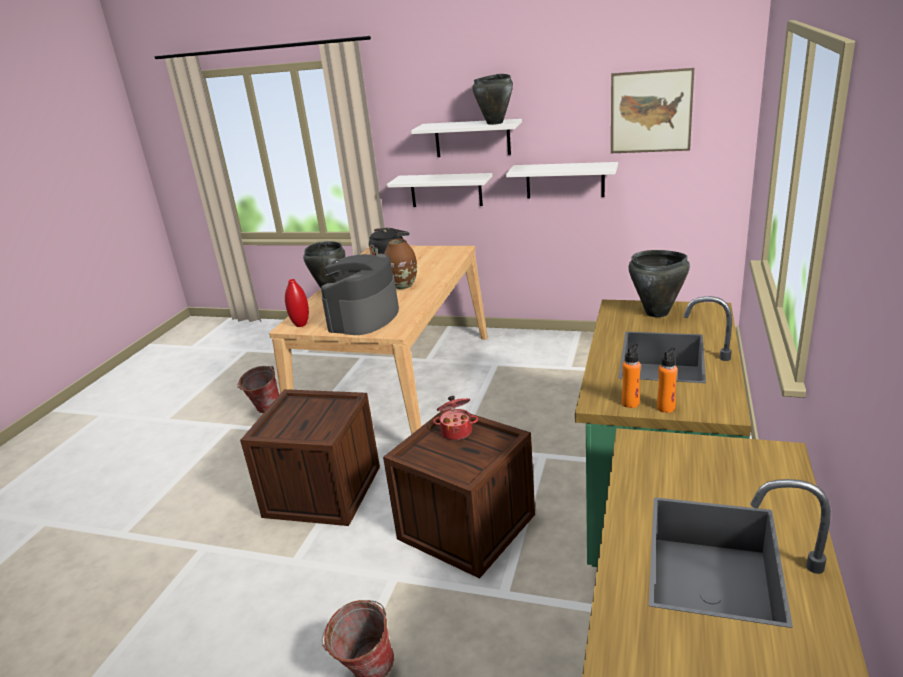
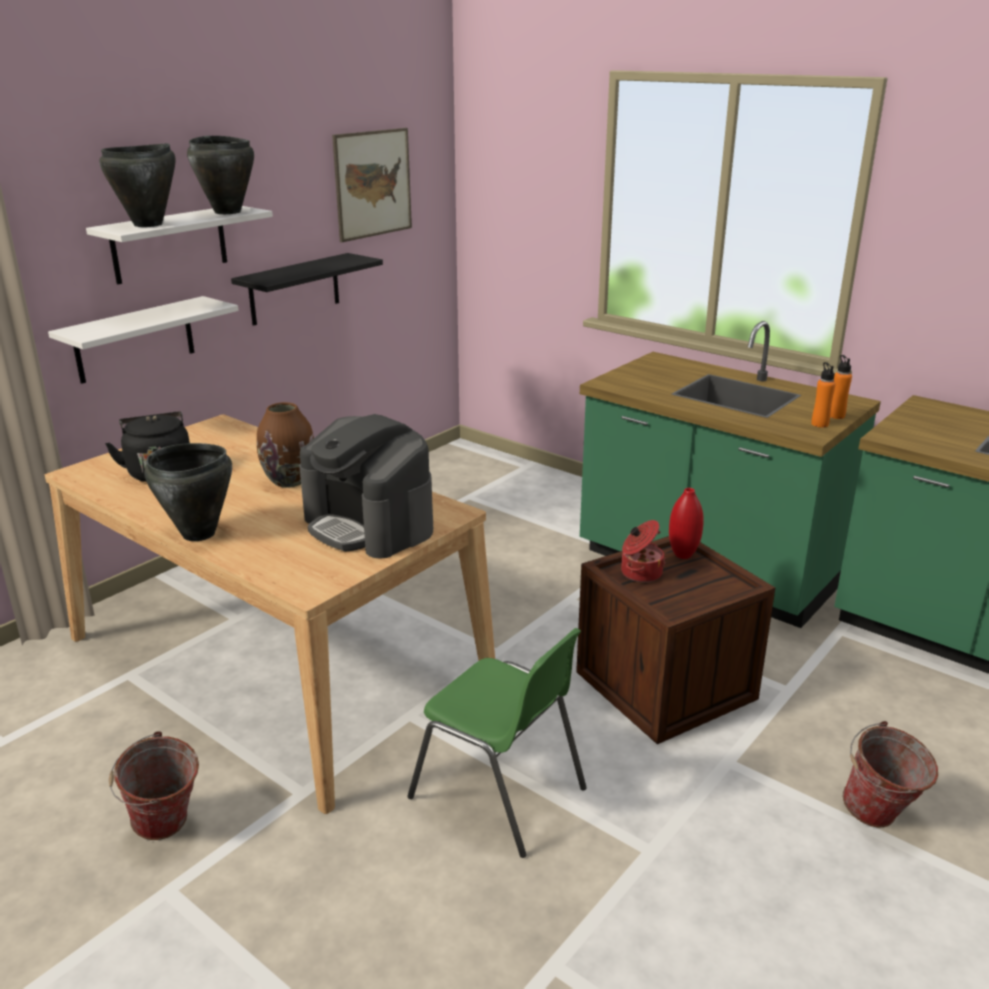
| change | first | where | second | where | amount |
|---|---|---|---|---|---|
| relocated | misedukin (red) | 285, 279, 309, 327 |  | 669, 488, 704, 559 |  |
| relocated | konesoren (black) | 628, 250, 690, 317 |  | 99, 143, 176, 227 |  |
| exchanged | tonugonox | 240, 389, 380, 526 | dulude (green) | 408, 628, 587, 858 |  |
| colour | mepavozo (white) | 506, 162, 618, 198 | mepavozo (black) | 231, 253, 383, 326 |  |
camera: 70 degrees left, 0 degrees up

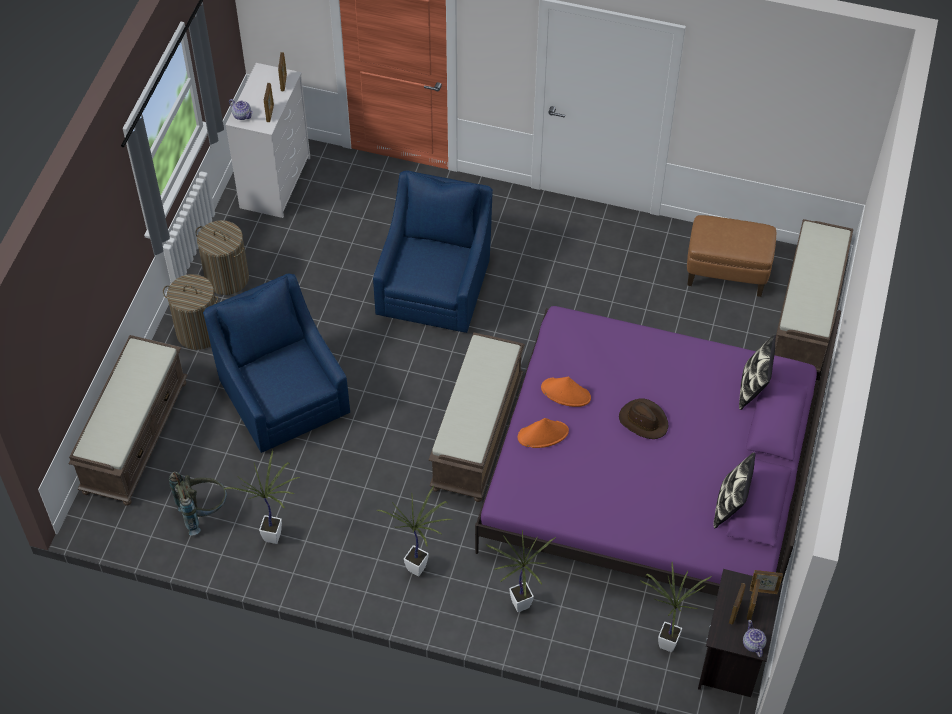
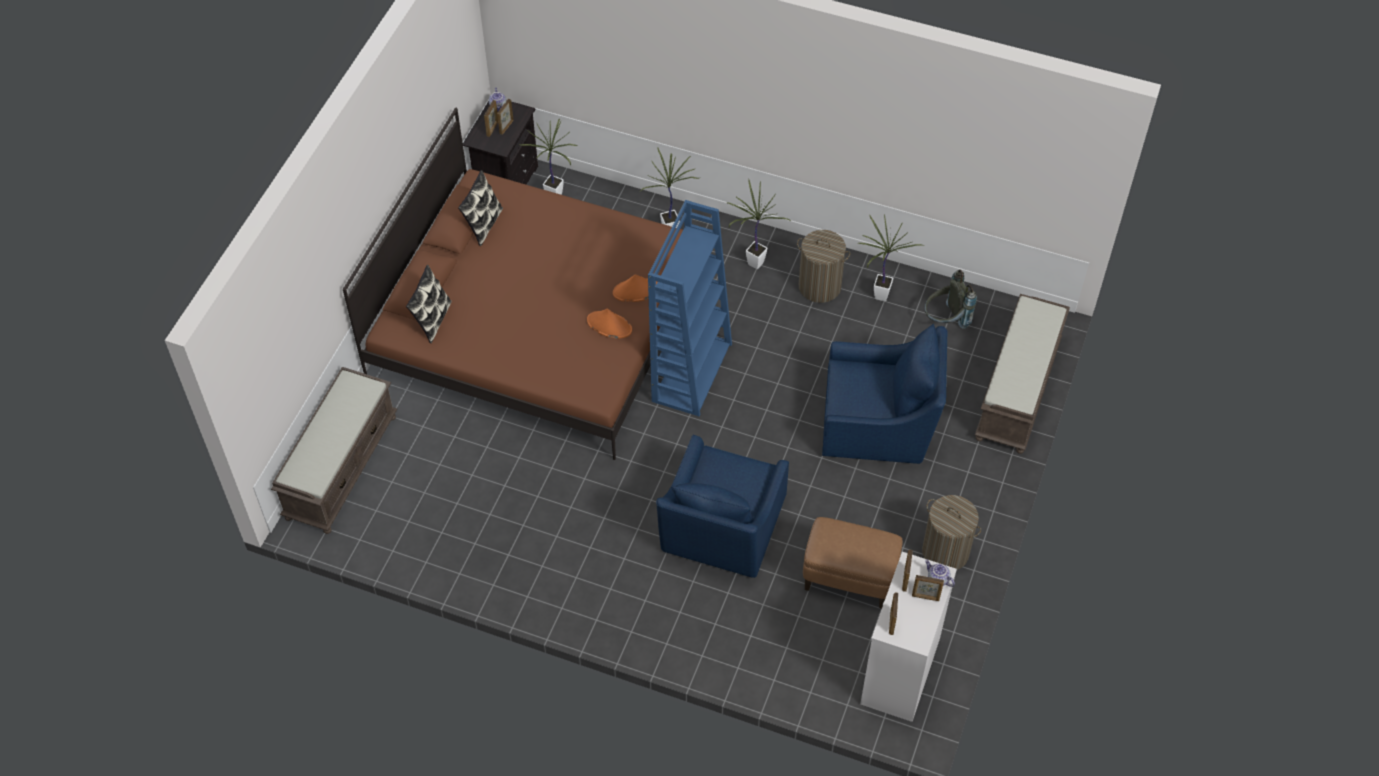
| change | first | where | second | where | amount |
|---|---|---|---|---|---|
| missing | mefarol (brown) | 619, 398, 668, 439 |  |  |  |
| relocated | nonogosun | 163, 274, 218, 350 |  | 797, 230, 850, 303 |  |
| relocated | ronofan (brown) | 687, 215, 776, 297 |  | 803, 517, 902, 609 |  |
| relocated | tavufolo | 750, 570, 783, 594 |  | 912, 575, 944, 601 |  |
| exchanged | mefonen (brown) | 429, 332, 525, 502 | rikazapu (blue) | 648, 200, 732, 416 |  |
| colour | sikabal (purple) | 475, 306, 841, 596 | sikabal (brown) | 343, 108, 683, 460 |  |
| spun | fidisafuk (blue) | 203, 274, 350, 453 |  | 822, 324, 947, 464 | 60 degrees counterclockwise |
camera: 175 degrees left, 0 degrees up

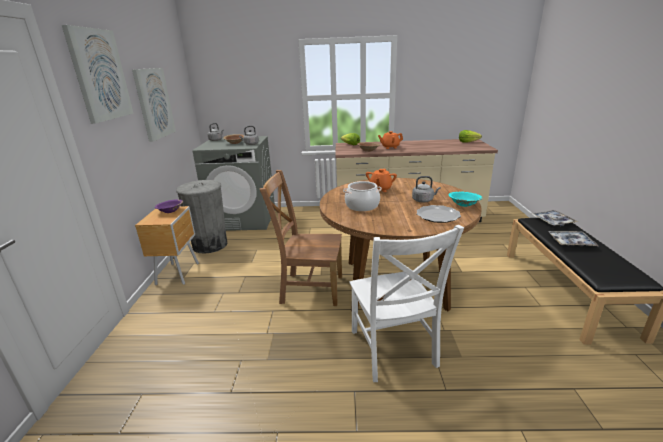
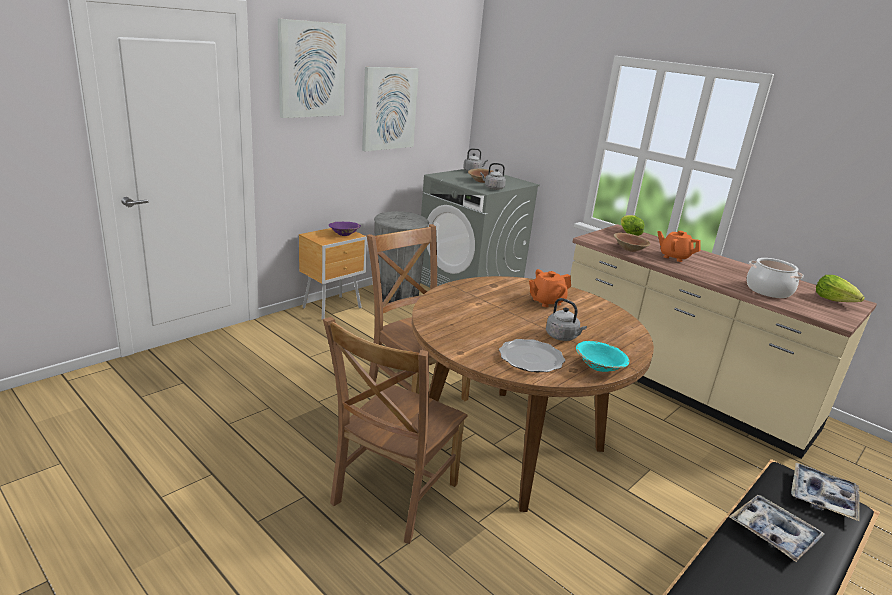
| change | first | where | second | where | amount |
|---|---|---|---|---|---|
| relocated | konesoren | 343, 181, 382, 211 |  | 747, 258, 804, 298 |  |
| colour | dulude (white) | 350, 225, 464, 382 | dulude (brown) | 323, 317, 468, 544 |  |
camera: 40 degrees right, 0 degrees up

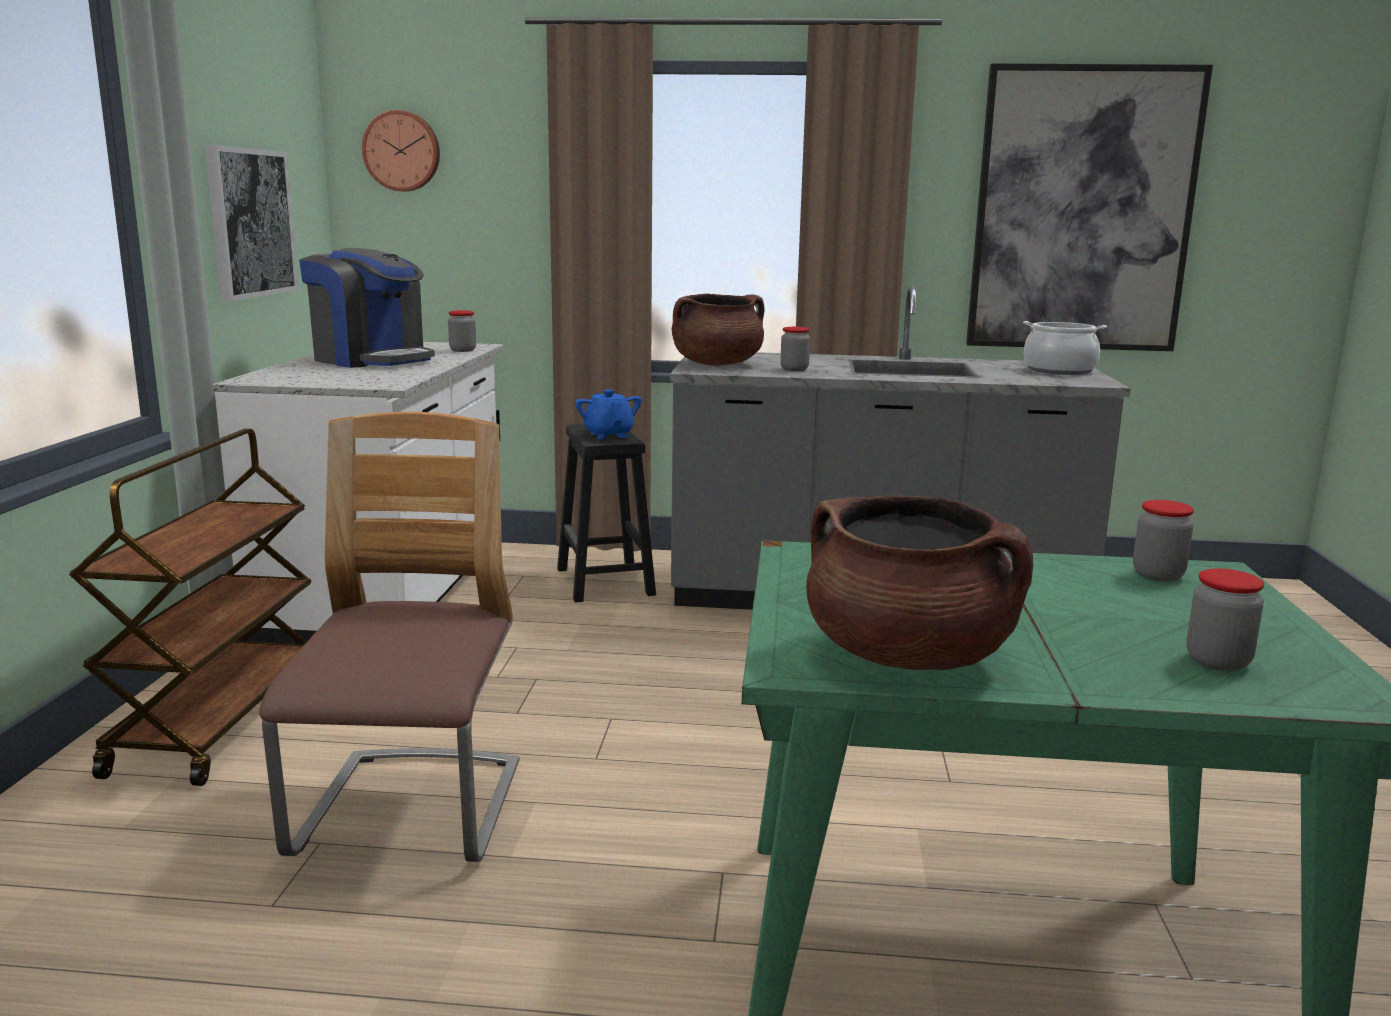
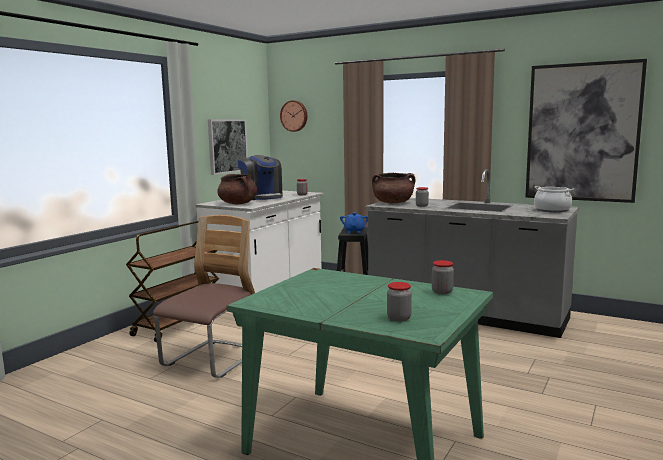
| change | first | where | second | where | amount |
|---|---|---|---|---|---|
| relocated | konesoren (brown) | 806, 496, 1033, 670 |  | 217, 174, 257, 204 |  |
camera: 25 degrees right, 5 degrees down

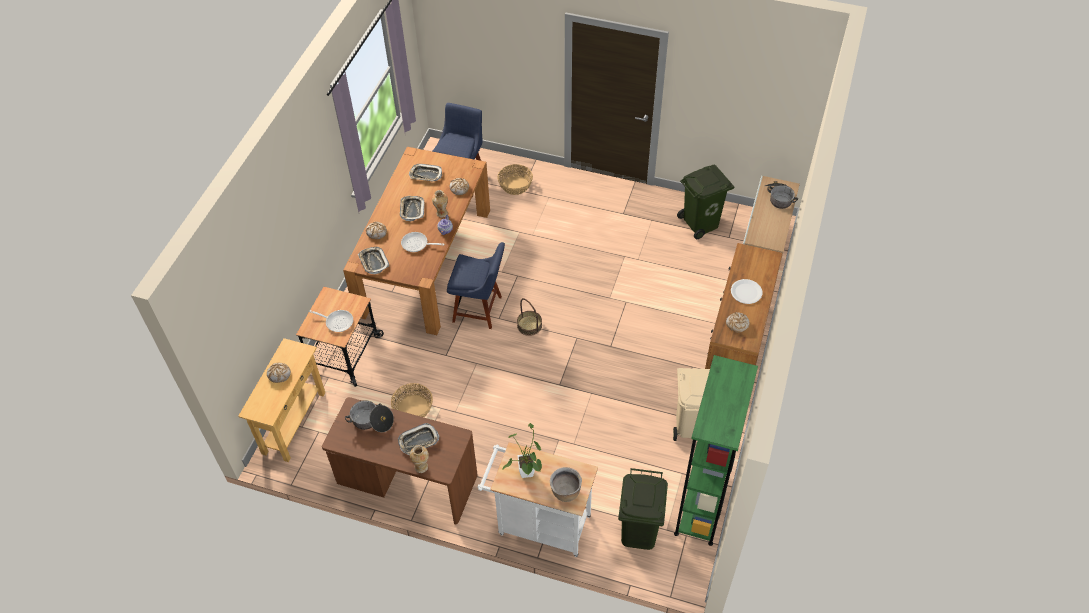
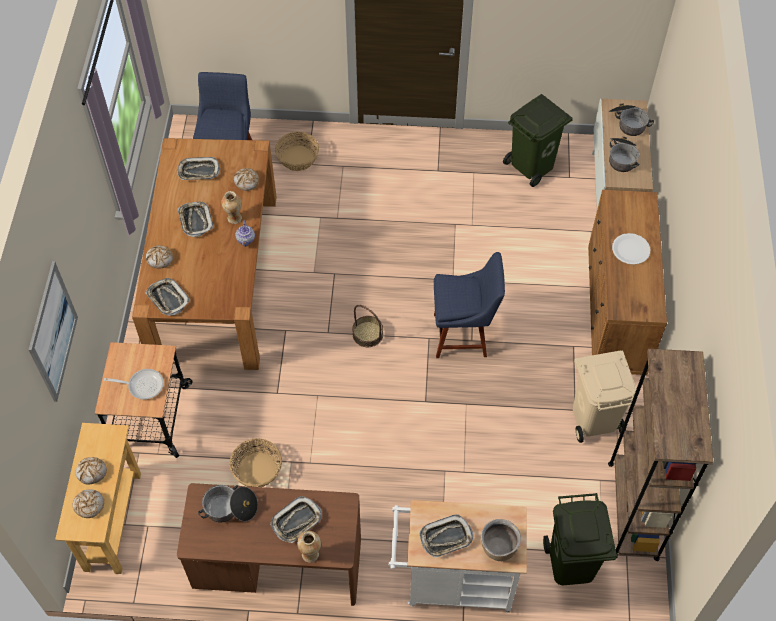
| change | first | where | second | where | amount |
|---|---|---|---|---|---|
| missing | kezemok | 401, 232, 444, 252 |  |  |  |
| appeared |  |  | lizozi | 29, 261, 78, 402 |  |
| appeared |  |  | konesoren | 609, 137, 640, 172 |  |
| relocated | dulude (blue) | 447, 242, 505, 329 |  | 434, 252, 505, 358 |  |
| relocated | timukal | 726, 312, 750, 332 |  | 73, 489, 104, 518 |  |
| exchanged | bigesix | 502, 423, 542, 478 | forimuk | 420, 514, 474, 558 |  |
| colour | rikazapu (green) | 674, 355, 758, 546 | rikazapu (brown) | 608, 349, 713, 561 |  |
camera: 15 degrees left, 5 degrees up

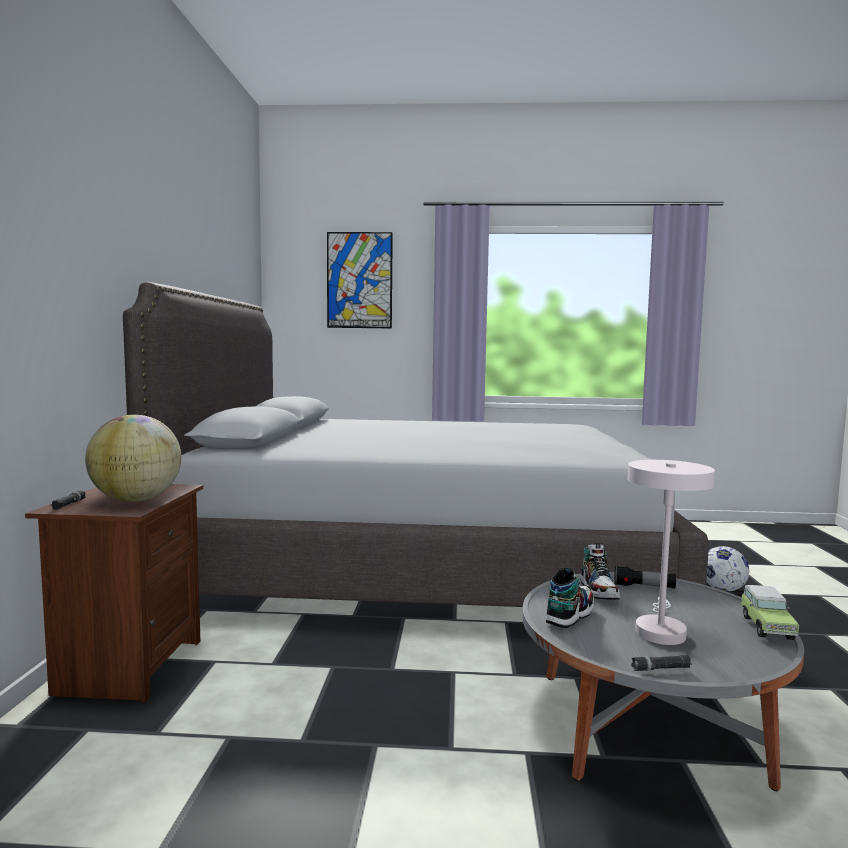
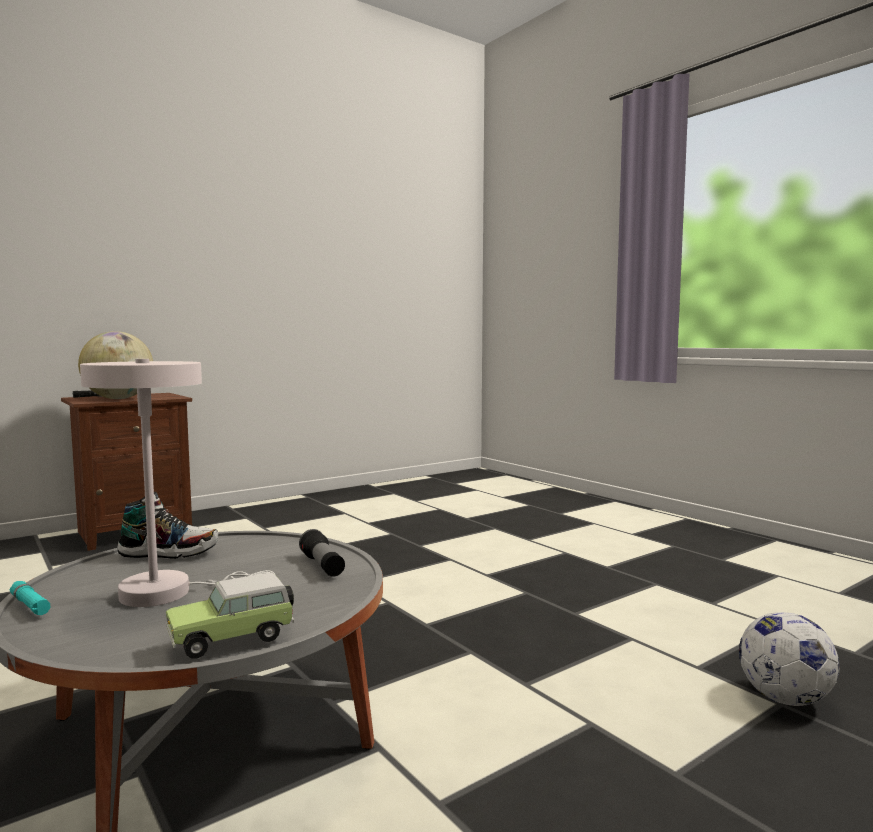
| change | first | where | second | where | amount |
|---|---|---|---|---|---|
| missing | sikabal (grey) | 123, 282, 708, 607 |  |  |  |
| missing | lizozi | 327, 232, 393, 328 |  |  |  |
| missing | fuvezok | 580, 543, 620, 600 |  |  |  |
| colour | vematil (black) | 631, 655, 692, 671 | vematil (turquoise) | 10, 581, 51, 615 |  |
camera: 50 degrees right, 0 degrees up

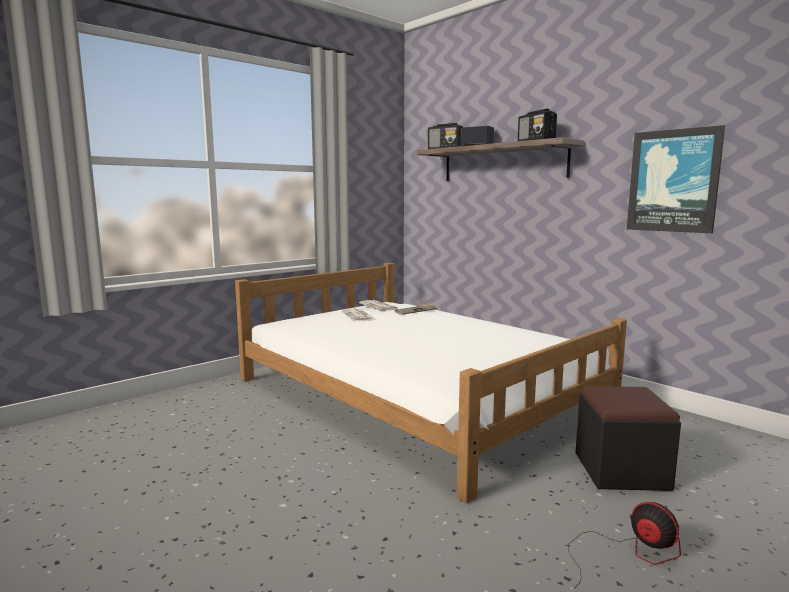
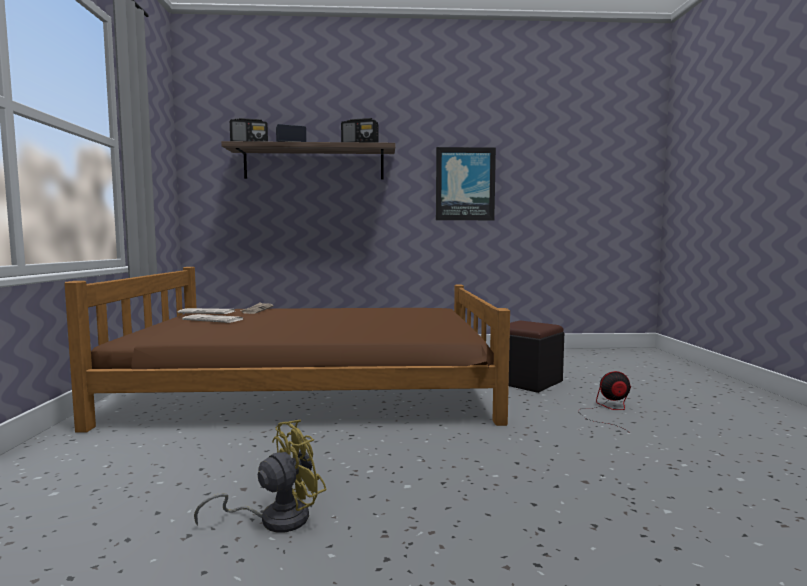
| change | first | where | second | where | amount |
|---|---|---|---|---|---|
| appeared |  |  | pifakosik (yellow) | 194, 420, 327, 533 |  |
| colour | sikabal (white) | 235, 263, 627, 504 | sikabal (brown) | 64, 267, 510, 433 |  |
camera: 50 degrees left, 5 degrees down

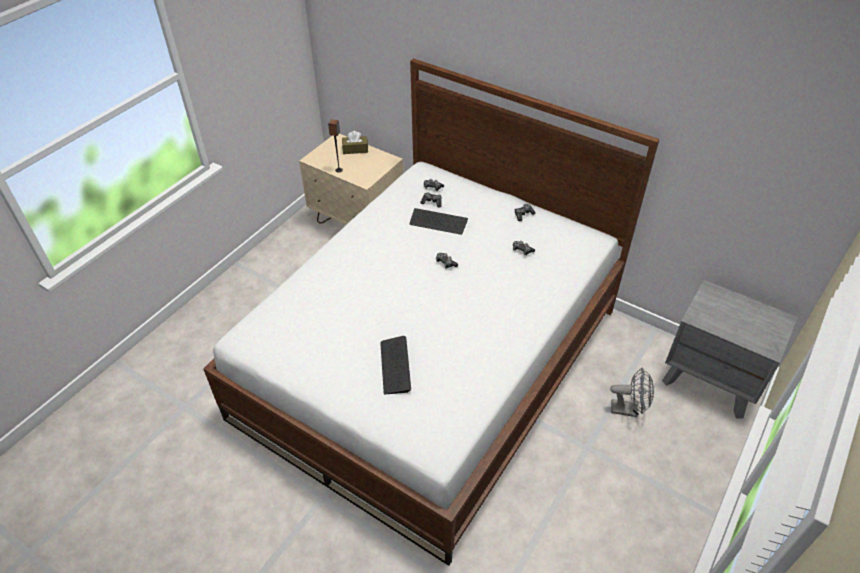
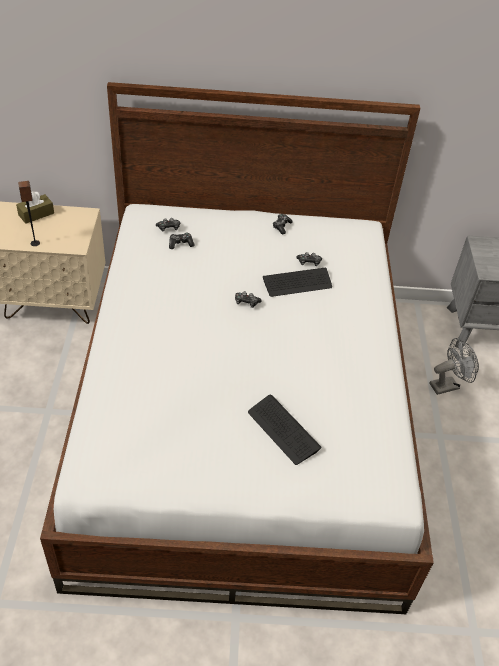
| change | first | where | second | where | amount |
|---|---|---|---|---|---|
| relocated | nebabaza | 410, 208, 468, 235 |  | 263, 268, 332, 297 |  |
camera: 35 degrees left, 0 degrees up

